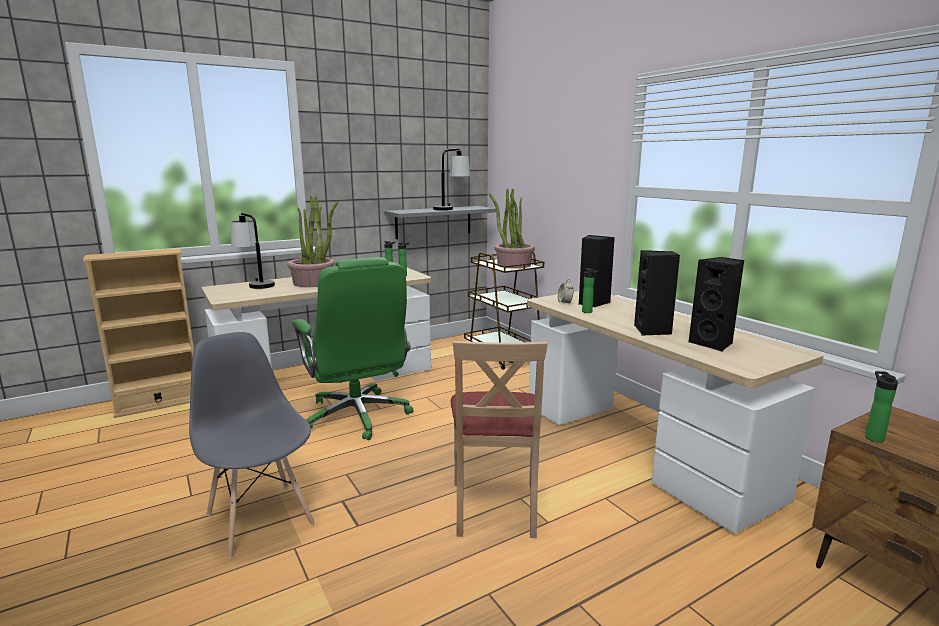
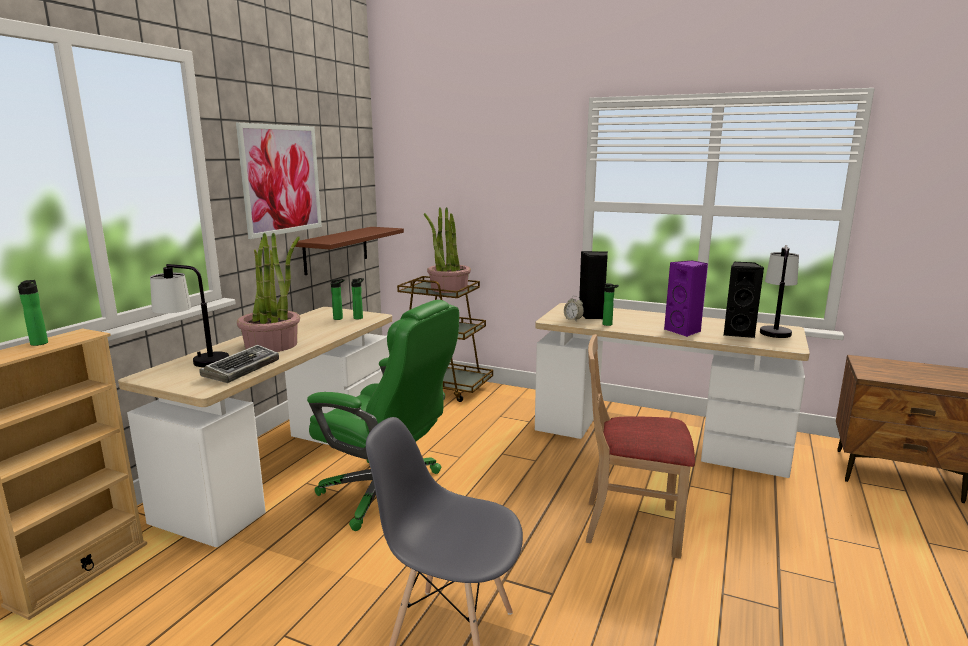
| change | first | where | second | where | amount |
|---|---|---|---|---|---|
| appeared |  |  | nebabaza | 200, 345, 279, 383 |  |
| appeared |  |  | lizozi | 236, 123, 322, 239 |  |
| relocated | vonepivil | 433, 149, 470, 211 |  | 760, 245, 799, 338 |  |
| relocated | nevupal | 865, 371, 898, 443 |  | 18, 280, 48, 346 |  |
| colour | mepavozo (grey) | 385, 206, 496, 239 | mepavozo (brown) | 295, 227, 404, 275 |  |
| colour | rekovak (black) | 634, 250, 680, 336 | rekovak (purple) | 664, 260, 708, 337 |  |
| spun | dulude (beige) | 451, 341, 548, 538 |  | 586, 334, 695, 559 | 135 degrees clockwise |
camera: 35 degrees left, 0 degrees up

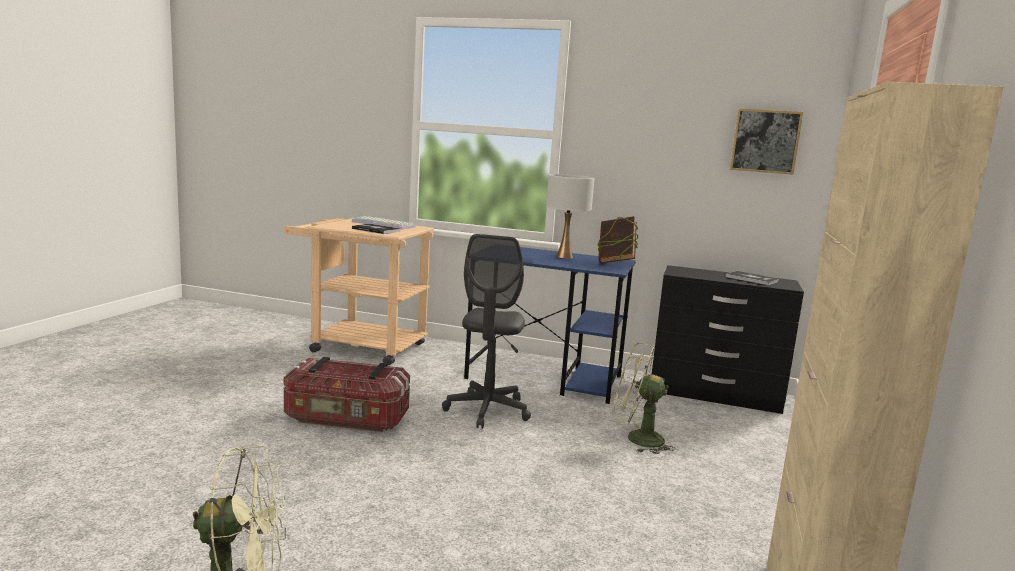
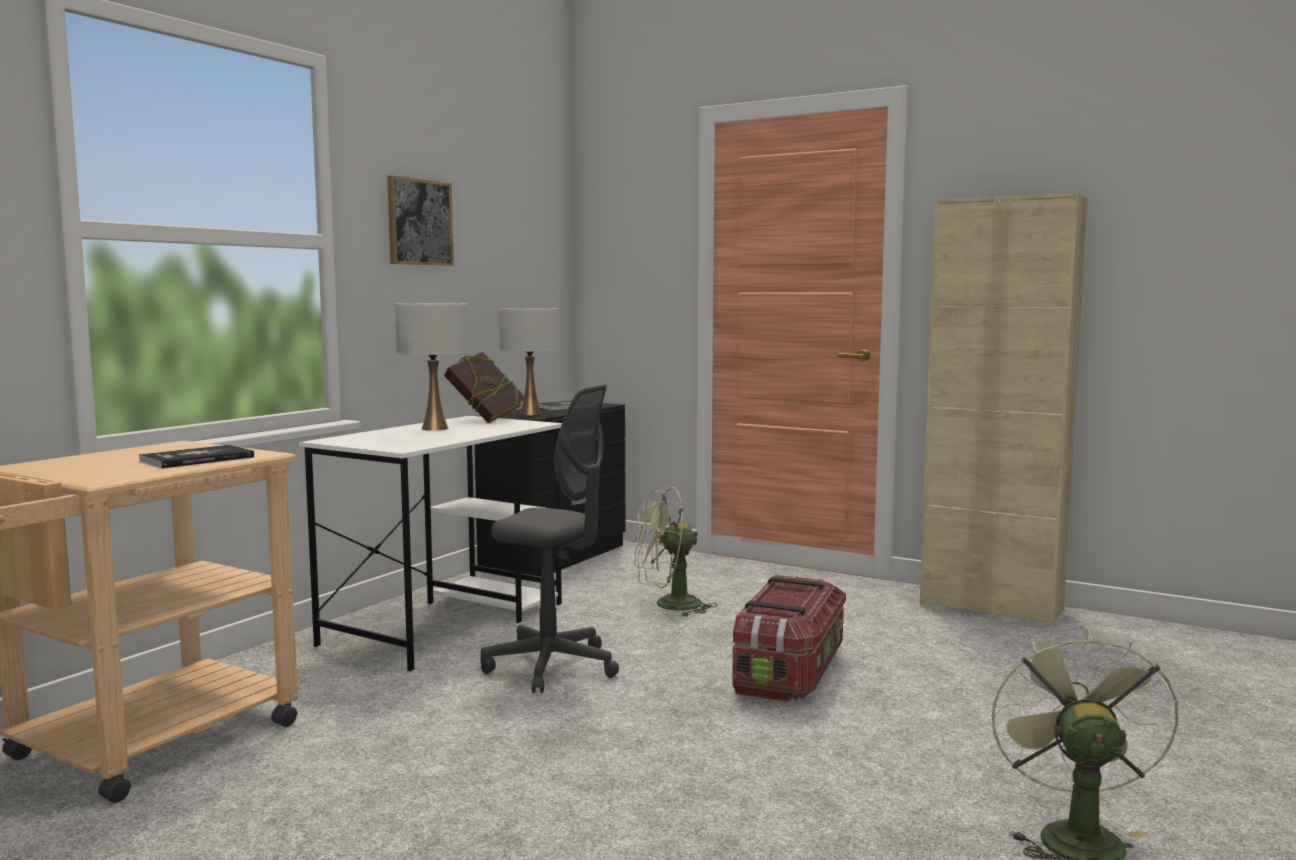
| change | first | where | second | where | amount |
|---|---|---|---|---|---|
| missing | nebabaza | 352, 216, 416, 230 |  |  |  |
| appeared |  |  | vonepivil (white) | 499, 308, 559, 415 |  |
| relocated | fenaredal | 284, 357, 410, 432 |  | 732, 575, 846, 702 |  |
| relocated | lizozi | 730, 108, 803, 175 |  | 387, 175, 454, 266 |  |
| colour | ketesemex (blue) | 464, 247, 636, 404 | ketesemex (white) | 299, 416, 562, 671 |  |
| spun | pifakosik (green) | 613, 342, 676, 454 |  | 634, 486, 717, 617 | 45 degrees clockwise |
camera: 75 degrees left, 5 degrees down

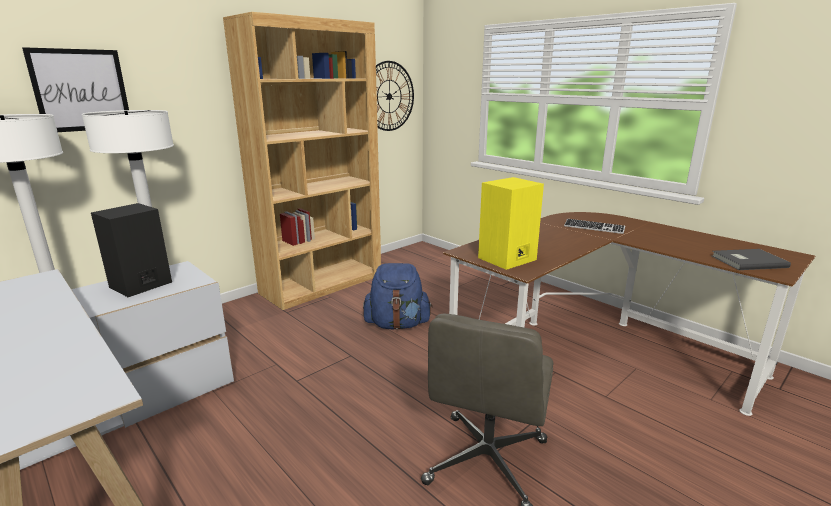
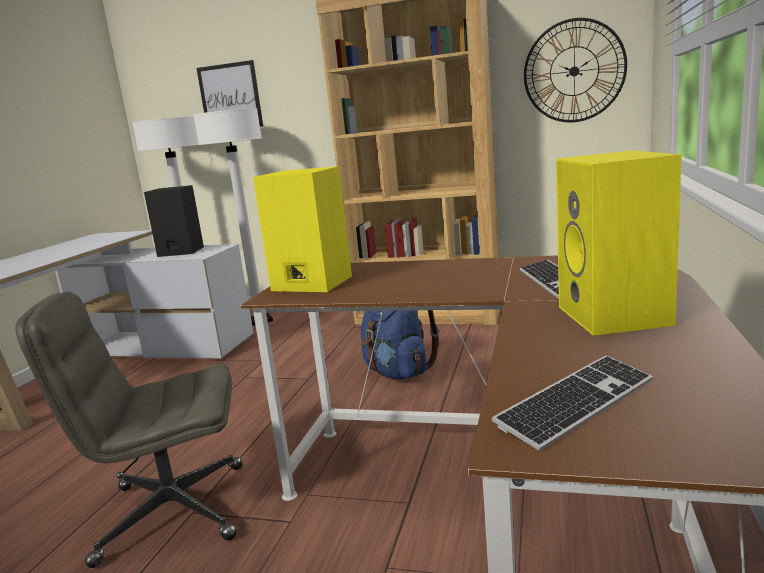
| change | first | where | second | where | amount |
|---|---|---|---|---|---|
| appeared |  |  | rekovak (yellow) | 556, 150, 682, 336 |  |
| exchanged | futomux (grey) | 712, 249, 791, 270 | nebabaza | 492, 355, 653, 451 |  |
camera: 60 degrees right, 5 degrees down

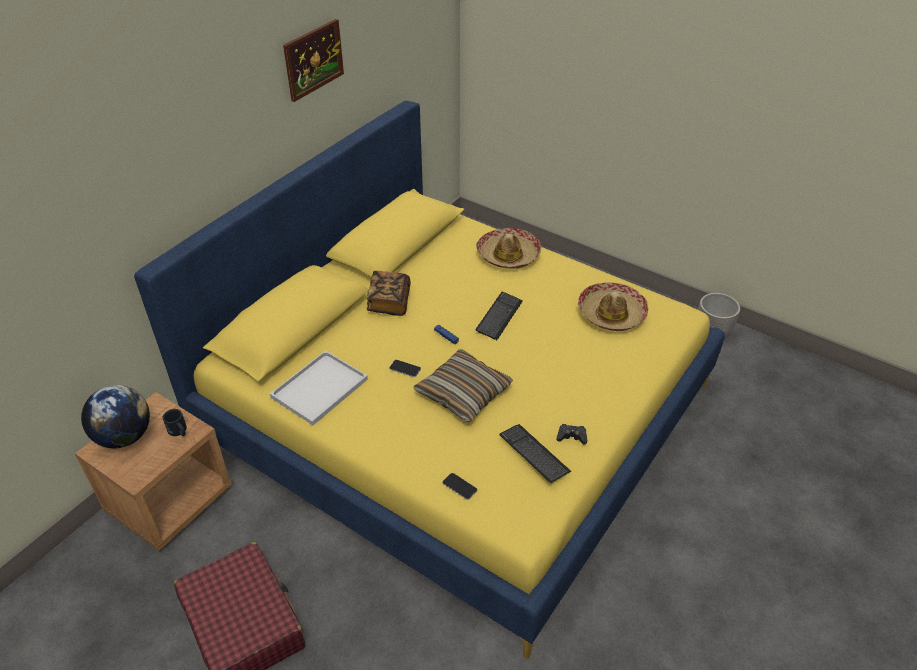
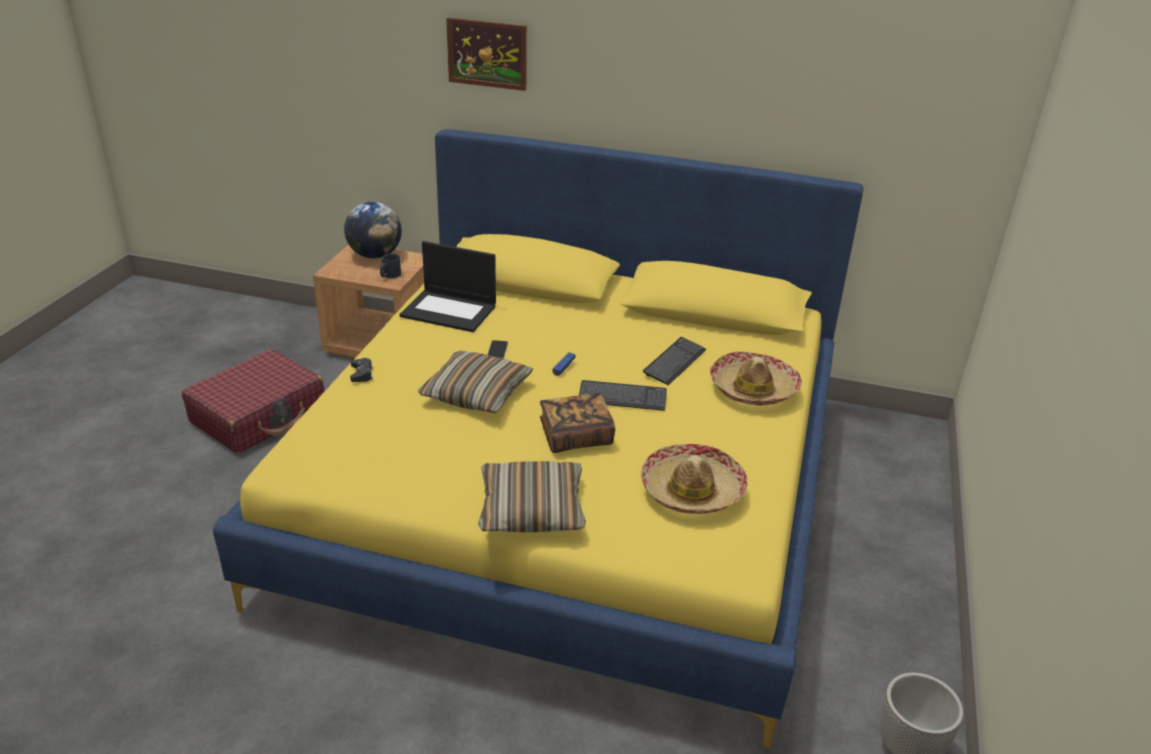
| change | first | where | second | where | amount |
|---|---|---|---|---|---|
| missing | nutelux | 443, 473, 477, 500 |  |  |  |
| appeared |  |  | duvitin | 478, 461, 586, 532 |  |
| relocated | lizozi | 283, 19, 344, 102 |  | 446, 18, 527, 91 |  |
| relocated | futomux | 367, 271, 411, 316 |  | 540, 393, 615, 453 |  |
| relocated | nebabaza | 499, 424, 571, 483 |  | 643, 337, 706, 385 |  |
| relocated | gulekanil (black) | 557, 424, 587, 445 |  | 350, 358, 373, 382 |  |
| exchanged | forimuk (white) | 270, 350, 368, 425 | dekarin | 399, 241, 496, 332 |  |
camera: 70 degrees right, 10 degrees down

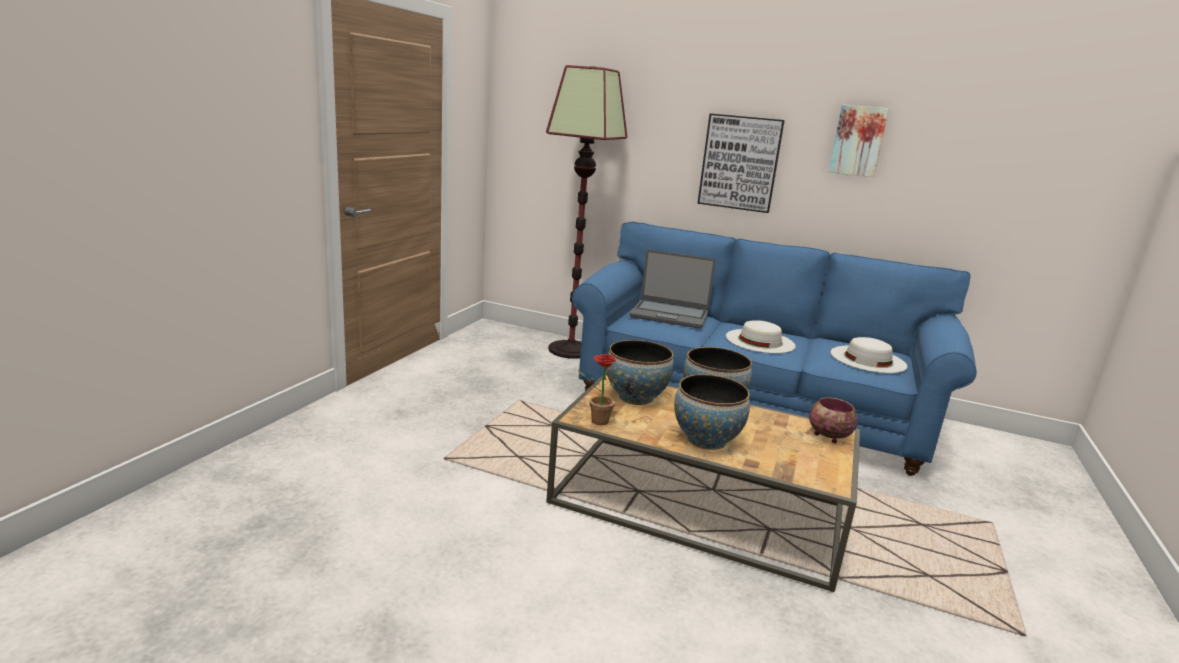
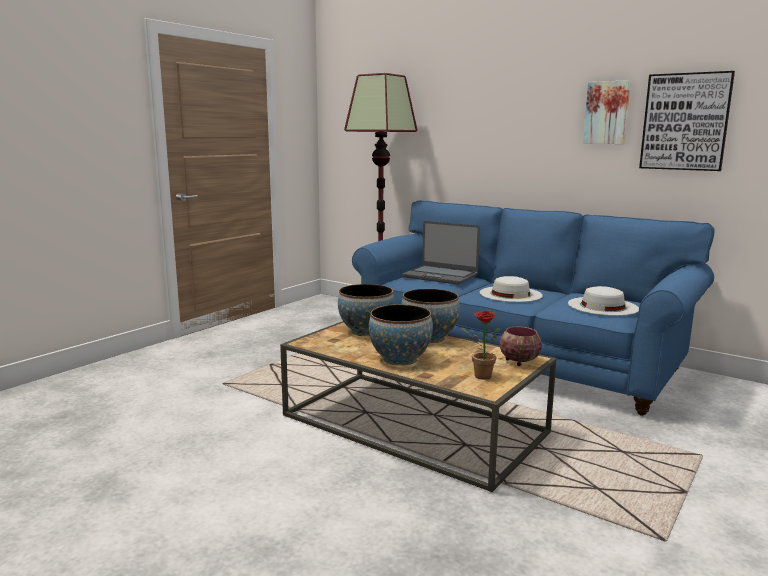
| change | first | where | second | where | amount |
|---|---|---|---|---|---|
| relocated | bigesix | 577, 354, 619, 425 |  | 461, 311, 500, 380 |  |
| relocated | lizozi | 698, 113, 785, 213 |  | 639, 71, 735, 171 |  |
camera: 15 degrees right, 5 degrees down

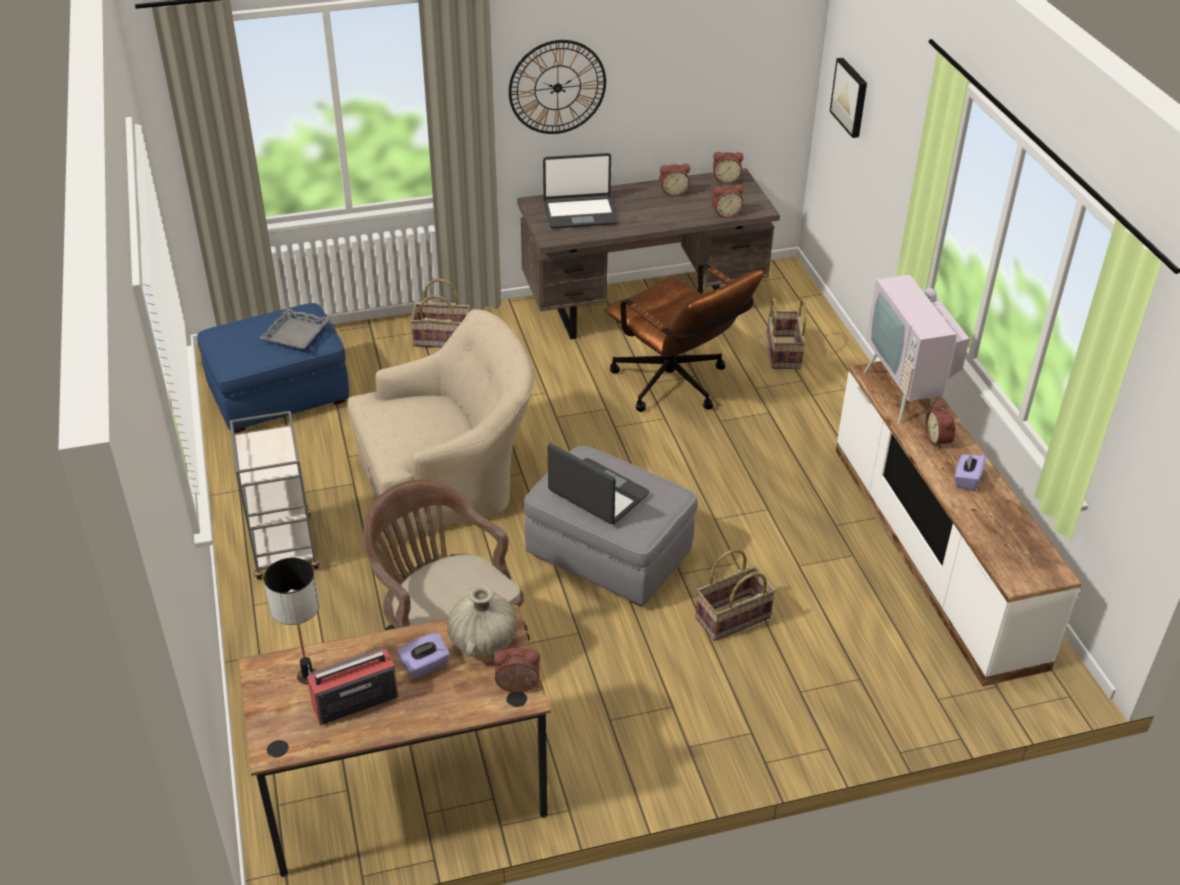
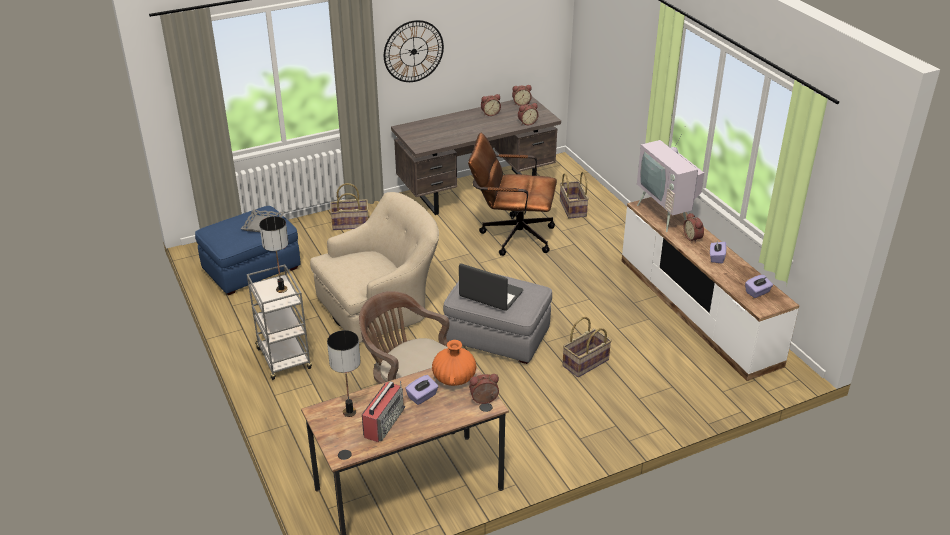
| change | first | where | second | where | amount |
|---|---|---|---|---|---|
| missing | dekarin | 543, 153, 618, 229 |  |  |  |
| missing | lizozi | 830, 58, 867, 138 |  |  |  |
| appeared |  |  | vonepivil | 259, 216, 288, 293 |  |
| appeared |  |  | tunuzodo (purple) | 745, 275, 773, 298 |  |
| colour | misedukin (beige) | 447, 585, 517, 656 | misedukin (orange) | 432, 340, 476, 386 |  |
| spun | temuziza | 307, 648, 398, 726 |  | 362, 381, 405, 442 | 150 degrees clockwise |
| spun | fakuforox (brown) | 605, 263, 763, 412 |  | 468, 133, 557, 256 | 150 degrees clockwise |
camera: 10 degrees left, 5 degrees down

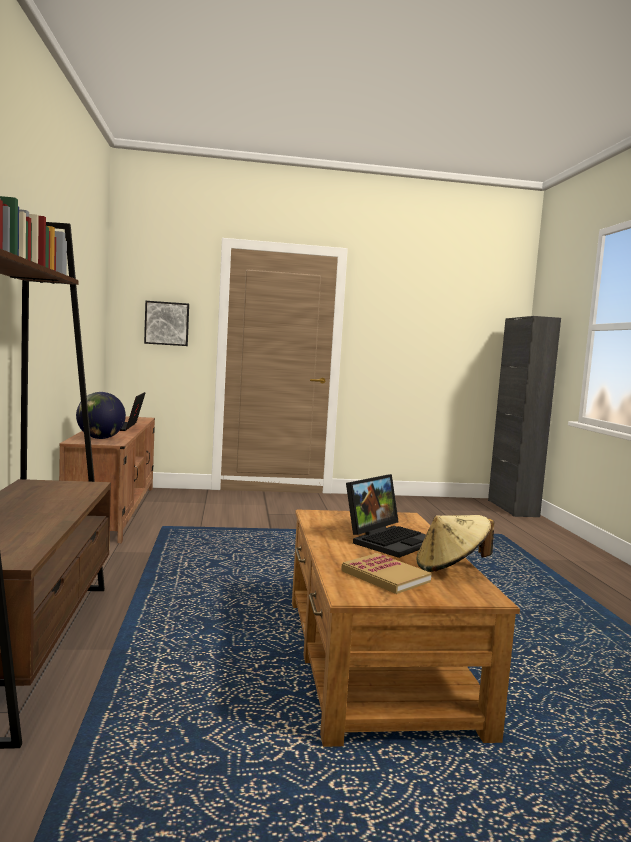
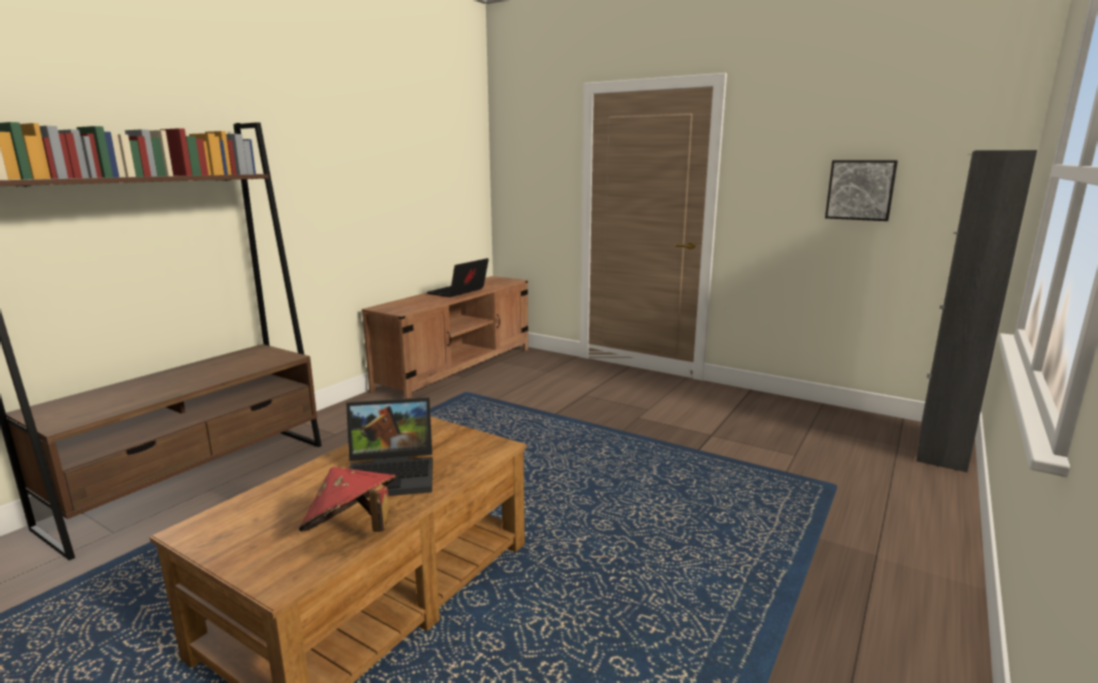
| change | first | where | second | where | amount |
|---|---|---|---|---|---|
| missing | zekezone | 76, 392, 126, 439 |  |  |  |
| missing | futomux | 341, 553, 431, 594 |  |  |  |
| relocated | lizozi | 144, 301, 189, 346 |  | 825, 160, 898, 221 |  |
| colour | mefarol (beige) | 417, 515, 494, 572 | mefarol (red) | 299, 467, 396, 532 |  |
camera: 40 degrees right, 10 degrees up

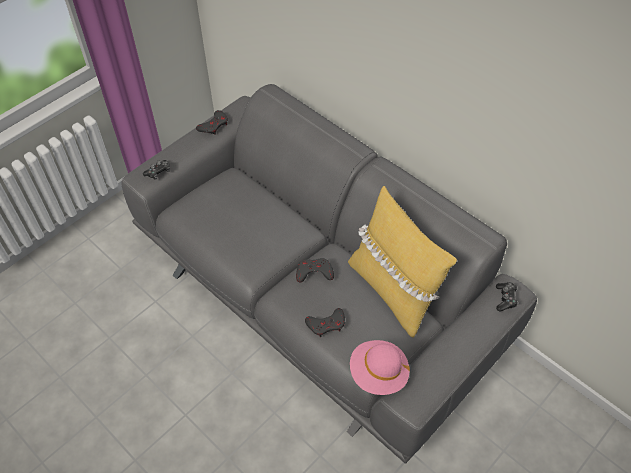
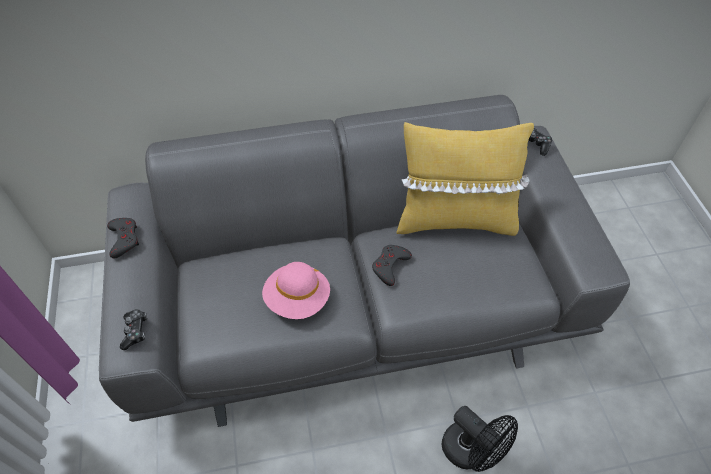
| change | first | where | second | where | amount |
|---|---|---|---|---|---|
| missing | gulekanil (grey) | 305, 308, 345, 337 |  |  |  |
| appeared |  |  | pifakosik (black) | 442, 406, 518, 472 |  |
| relocated | mefarol (pink) | 350, 340, 410, 395 |  | 262, 262, 330, 319 |  |
camera: 55 degrees left, 0 degrees up

